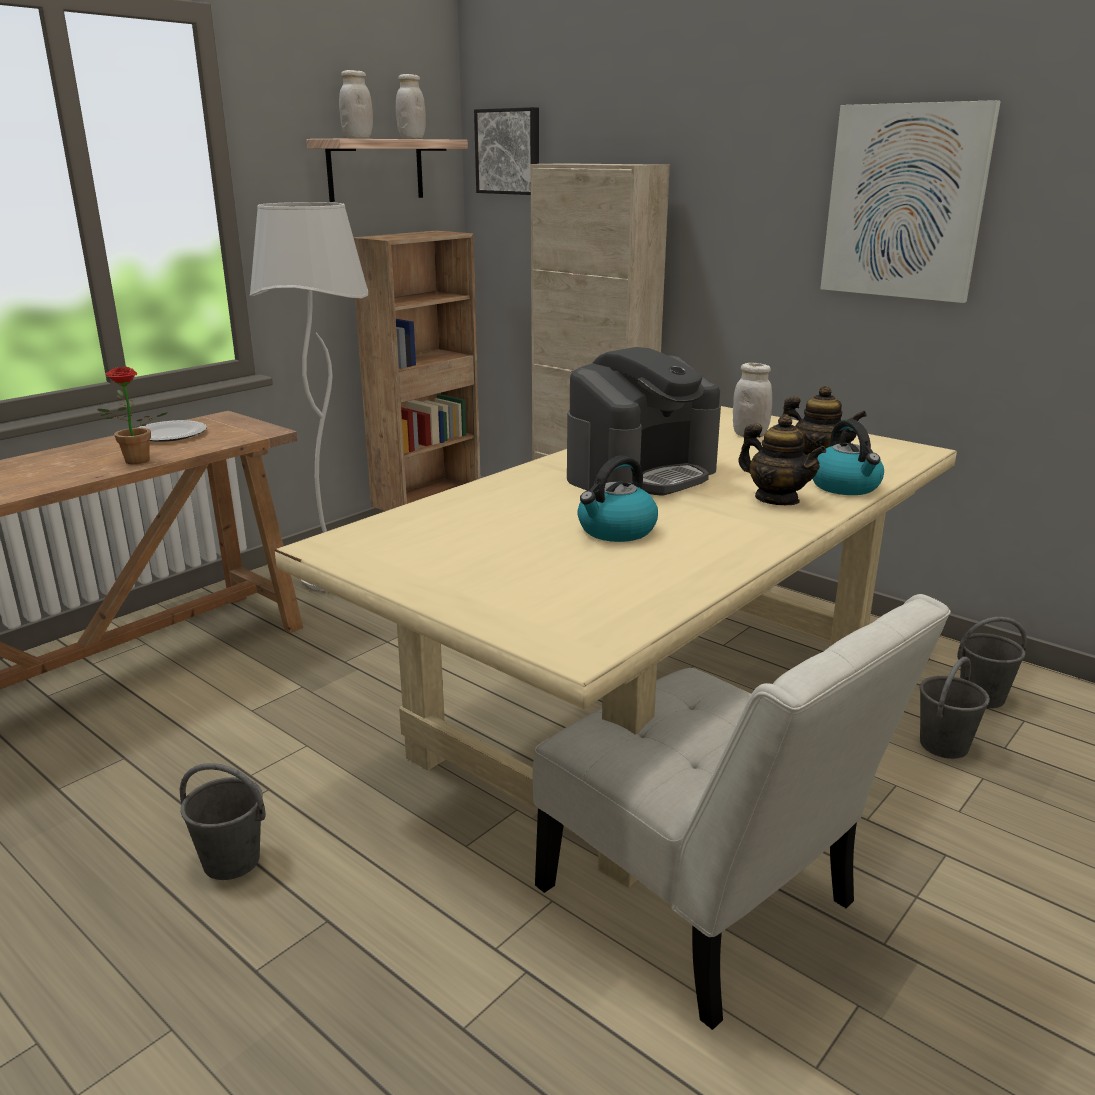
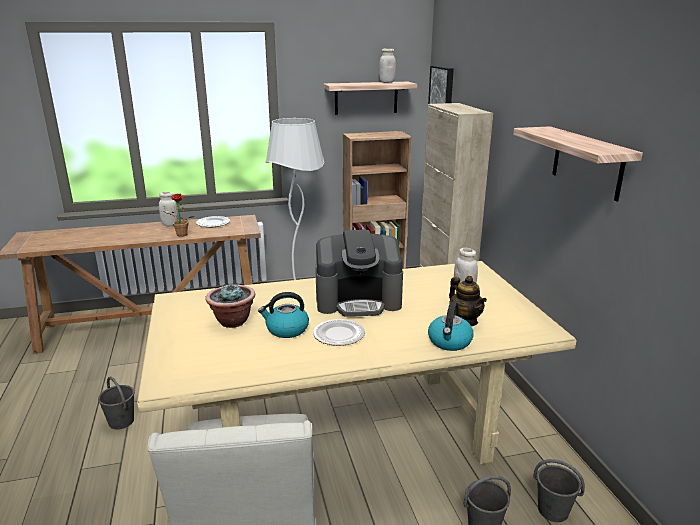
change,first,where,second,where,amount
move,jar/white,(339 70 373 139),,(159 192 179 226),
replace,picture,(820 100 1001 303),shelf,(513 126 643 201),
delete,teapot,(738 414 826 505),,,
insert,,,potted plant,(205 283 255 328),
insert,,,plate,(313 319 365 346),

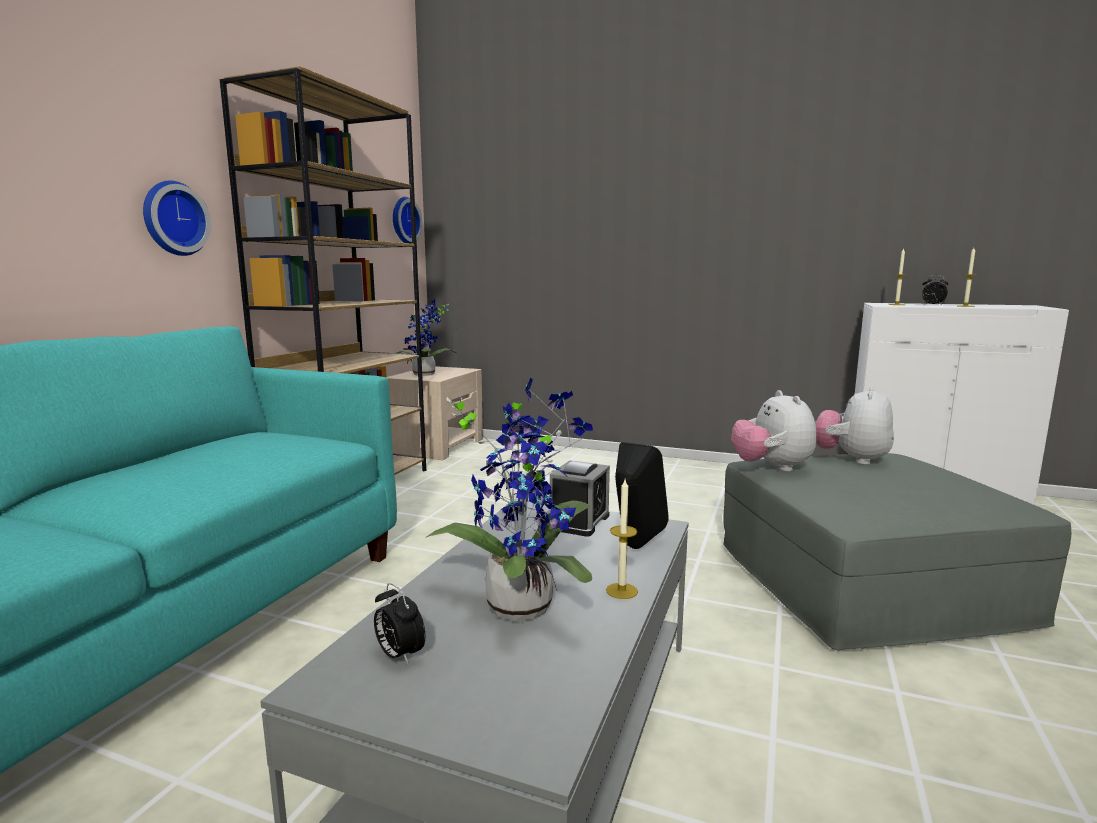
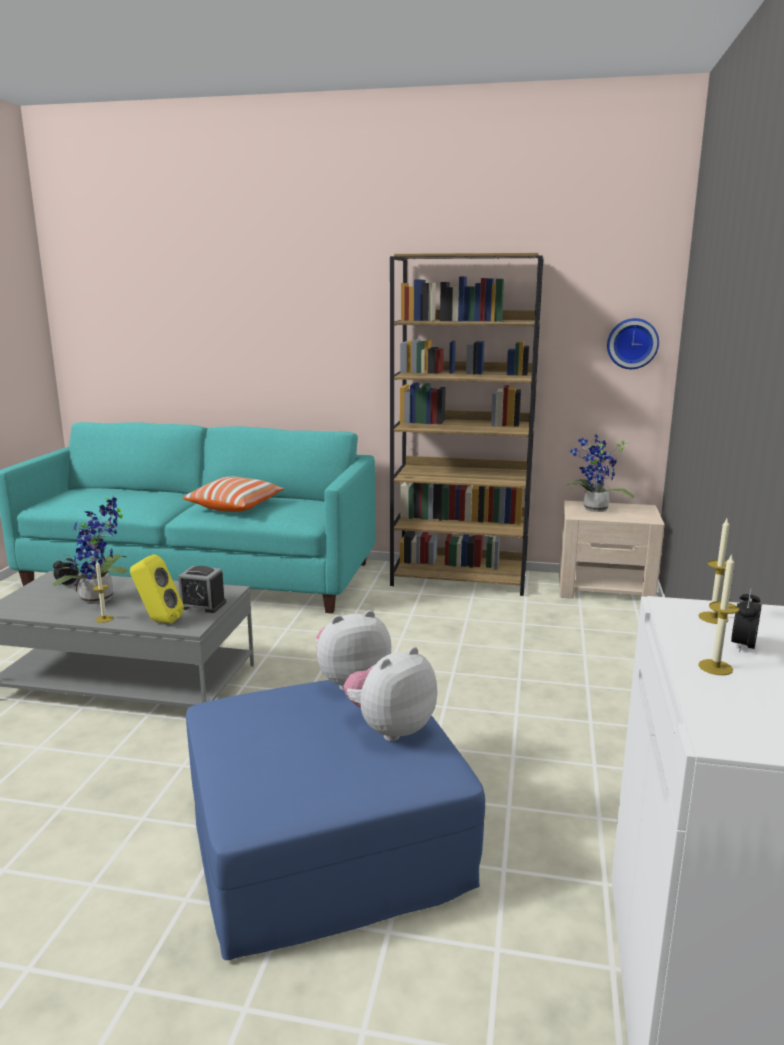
change,first,where,second,where,amount
delete,wall clock,(143 181 211 256),,,
rotate,plush toy,(815 386 894 464),,(344 647 437 742),60 degrees counterclockwise
recolor,speaker/black,(615 442 669 549),speaker/yellow,(130 554 184 624),
recolor,ottoman/grey,(723 453 1071 650),ottoman/blue,(186 680 485 960),
insert,,,pillow,(183 476 284 512),

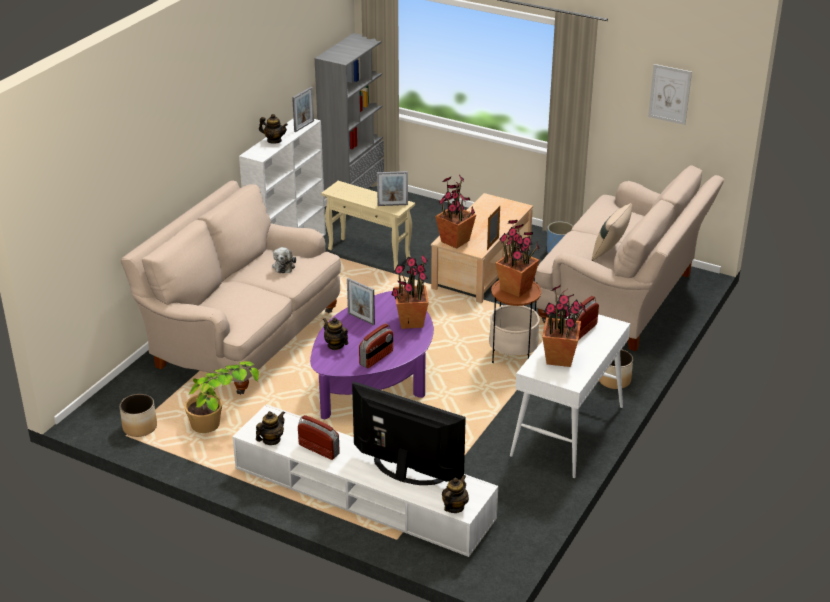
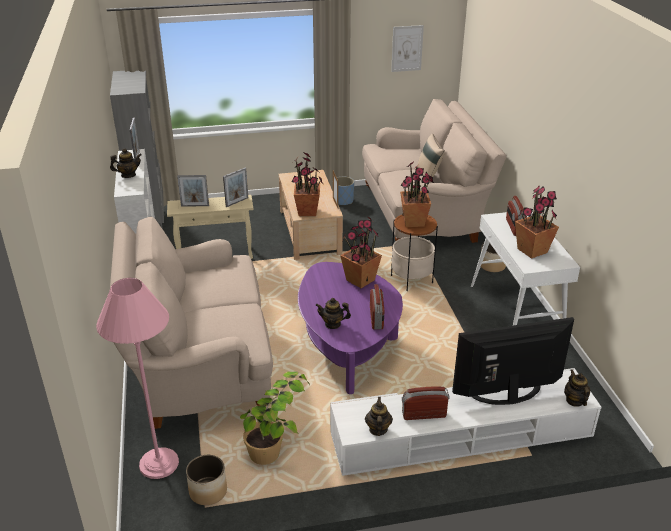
change,first,where,second,where,amount
delete,plush toy,(272 247 296 273),,,
move,picture frame,(347 278 375 325),,(177 175 209 207),
insert,,,floor lamp/pink,(96 278 179 479),

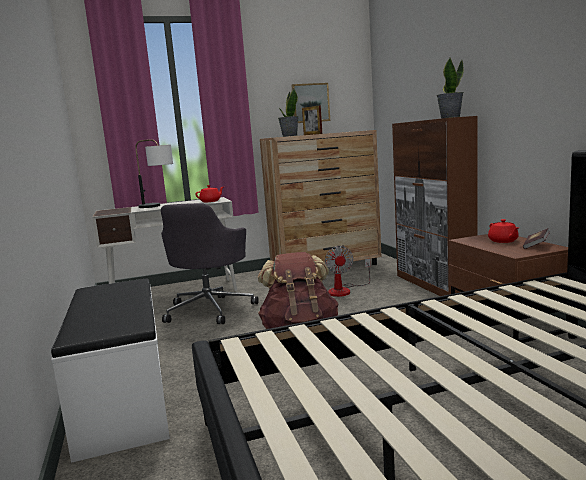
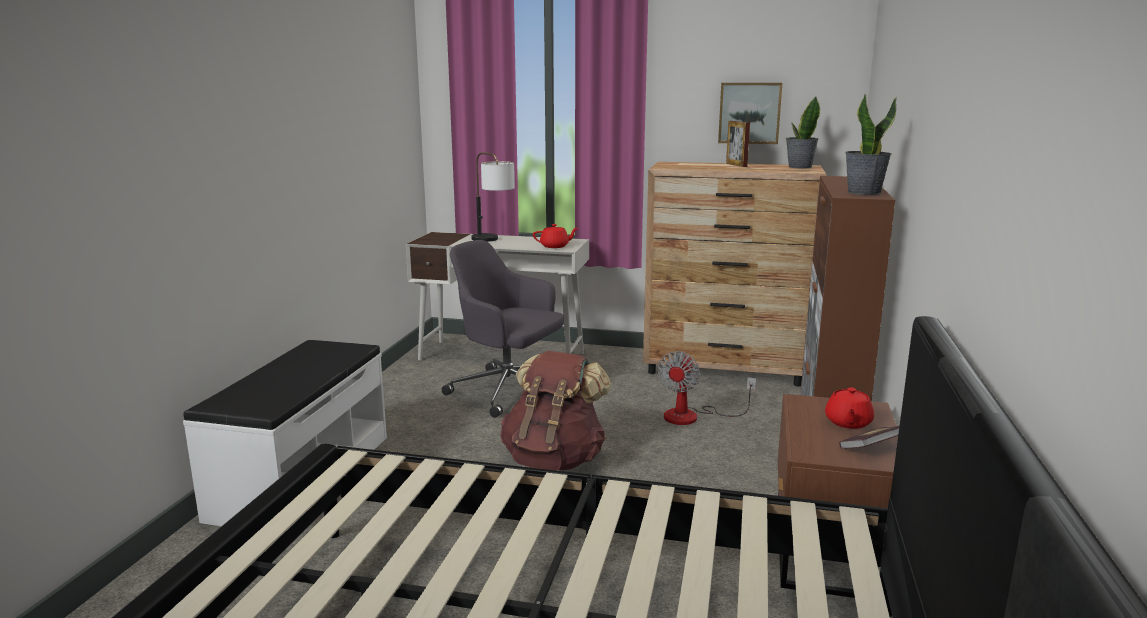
change,first,where,second,where,amount
move,potted plant,(278 89 299 137),,(786 96 820 168),
rotate,office chair/grey,(161 203 259 324),,(442 240 564 418),75 degrees clockwise

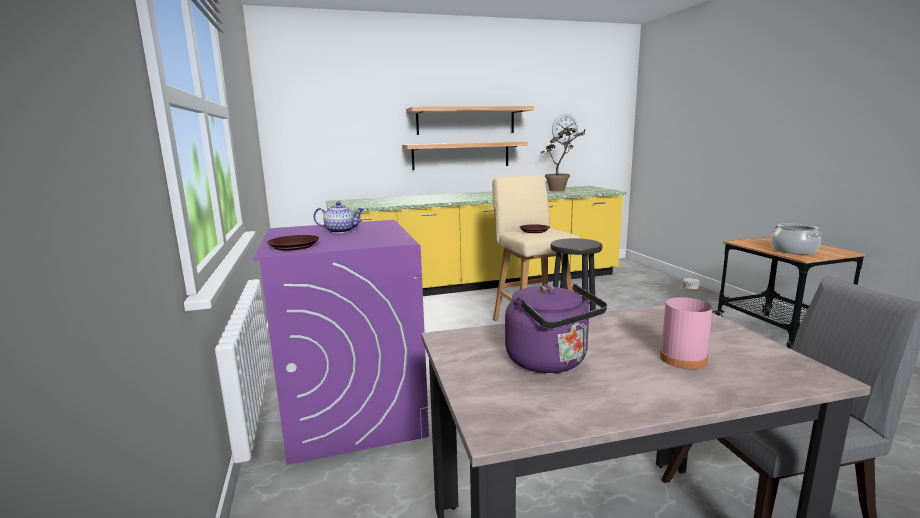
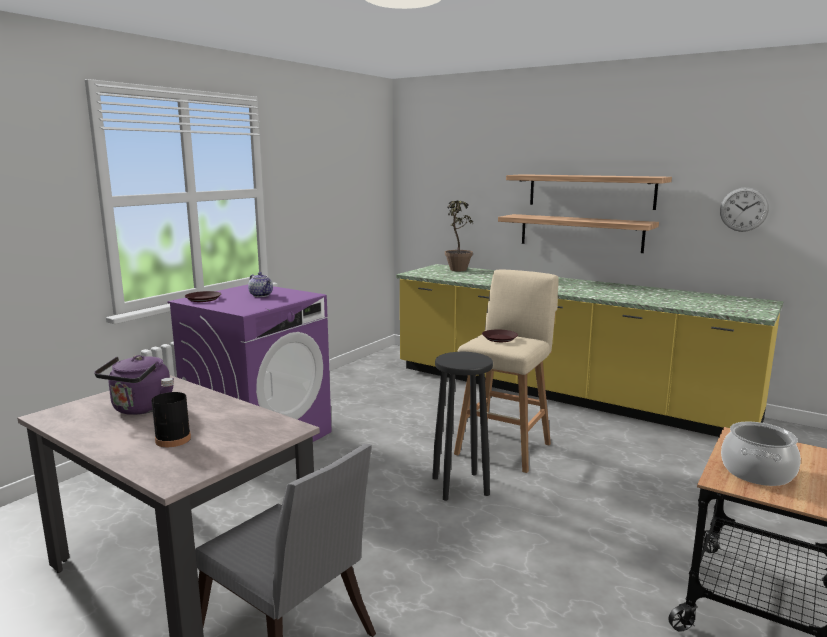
change,first,where,second,where,amount
move,potted plant,(541 128 586 191),,(445 201 474 271),
recolor,bottle/pink,(660 278 713 369),bottle/black,(151 378 191 447),

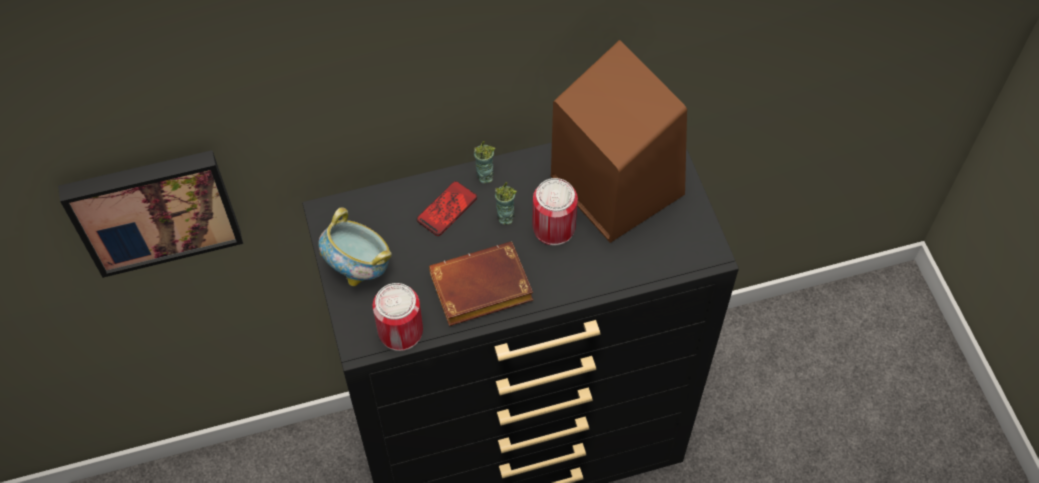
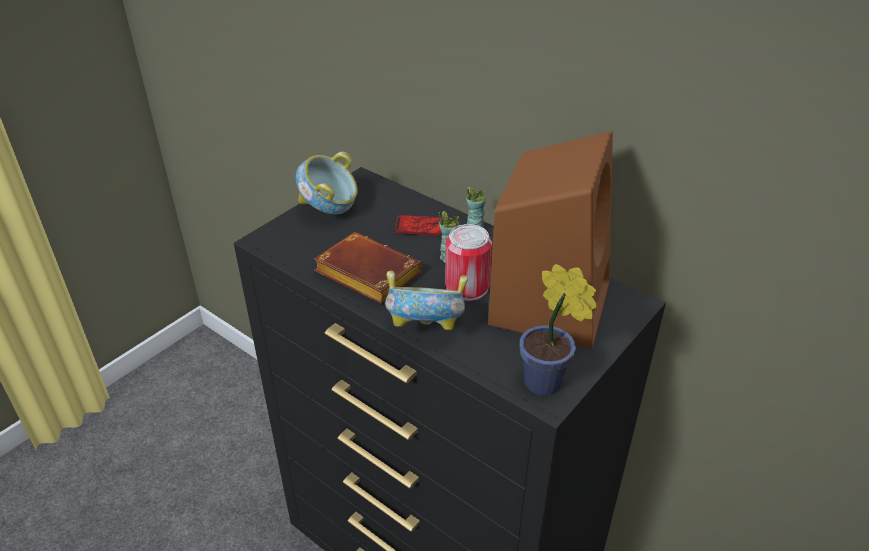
change,first,where,second,where,amount
delete,picture,(58 150 243 278),,,
delete,can,(373 283 423 351),,,
insert,,,potted plant,(520 264 597 396),
insert,,,bowl,(385 270 468 330),

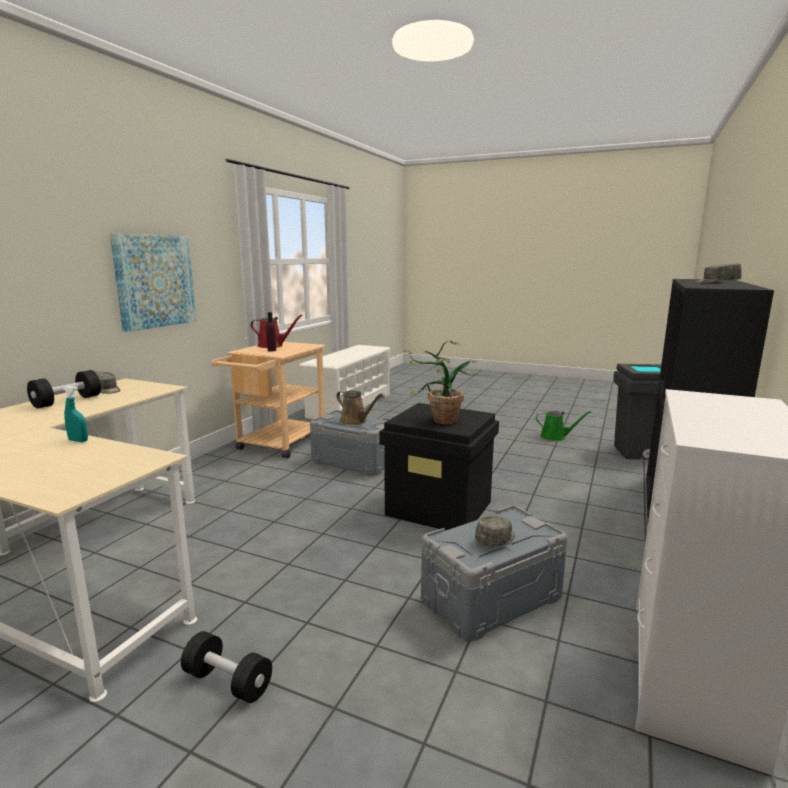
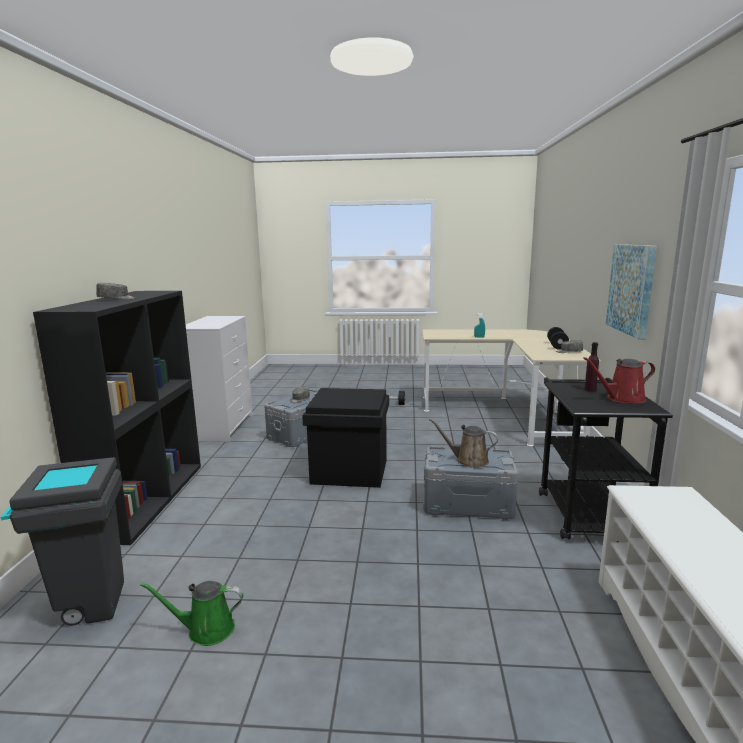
change,first,where,second,where,amount
delete,potted plant,(403 341 480 424),,,
recolor,cart/beige,(211 342 326 458),cart/black,(539 377 673 540),

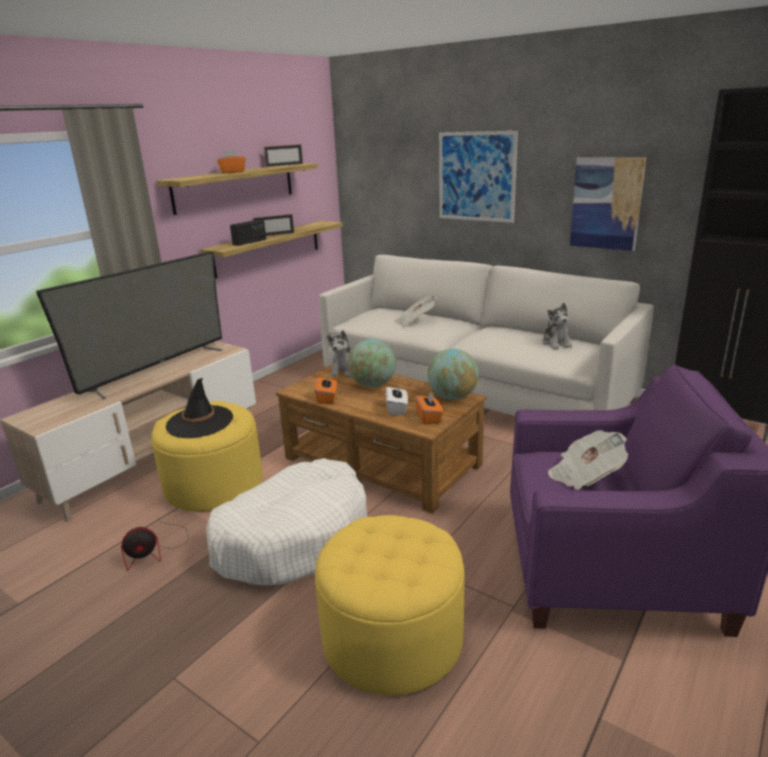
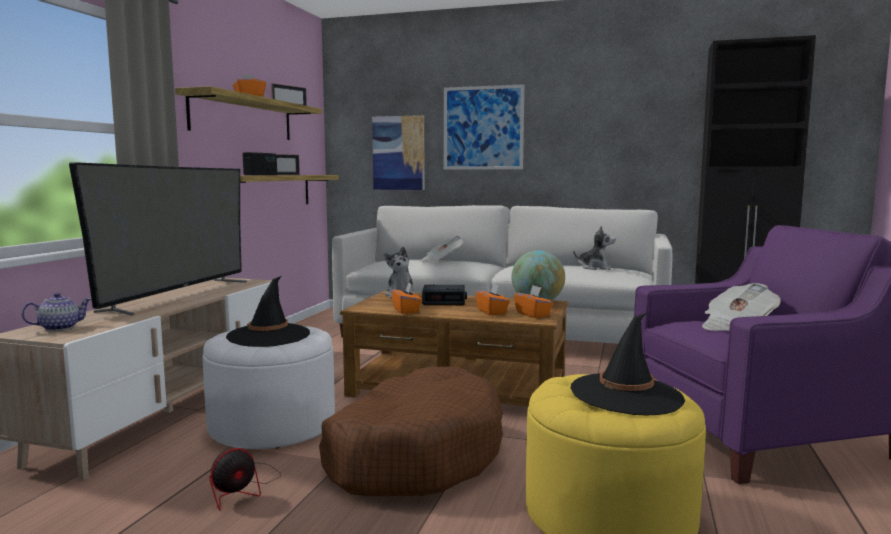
change,first,where,second,where,amount
move,picture,(570 157 646 251),,(372 115 425 190),
rotate,plush toy,(542 303 572 349),,(573 226 616 270),45 degrees counterclockwise
replace,globe,(348 339 396 387),alarm clock,(422 284 467 305),
recolor,tissue box/white,(385 384 408 415),tissue box/orange,(475 283 510 315),
recolor,ottoman/yellow,(151 401 263 512),ottoman/white,(203 326 335 449),
recolor,dog bed/white,(206 458 367 586),dog bed/brown,(319 367 503 496),
insert,,,teapot,(21 293 91 331),
insert,,,hat/black,(571 313 685 415),

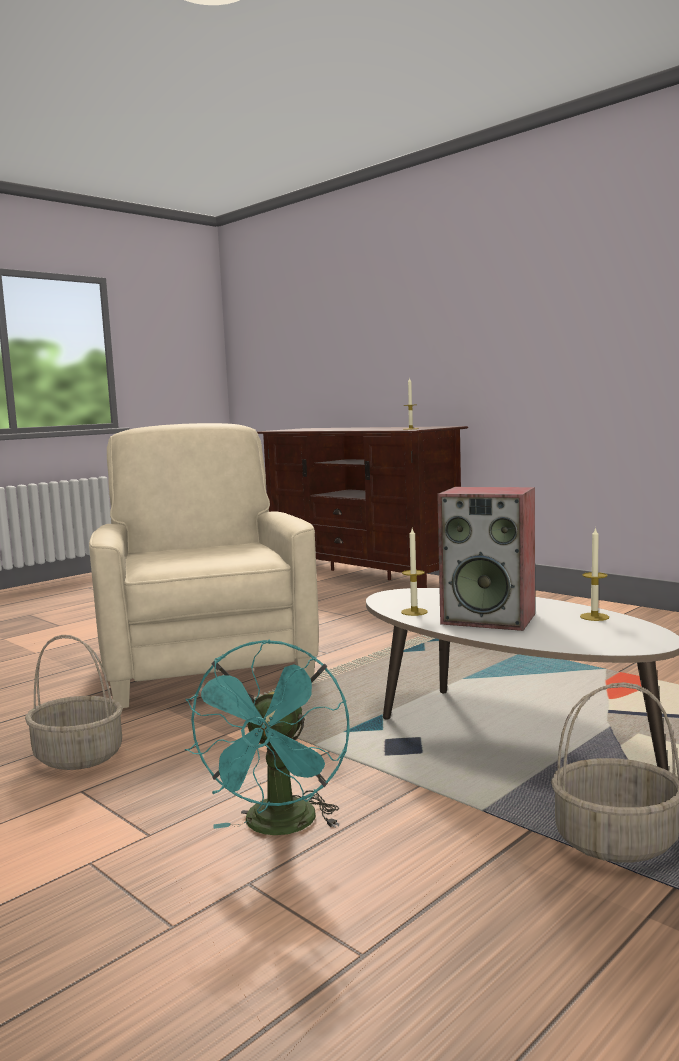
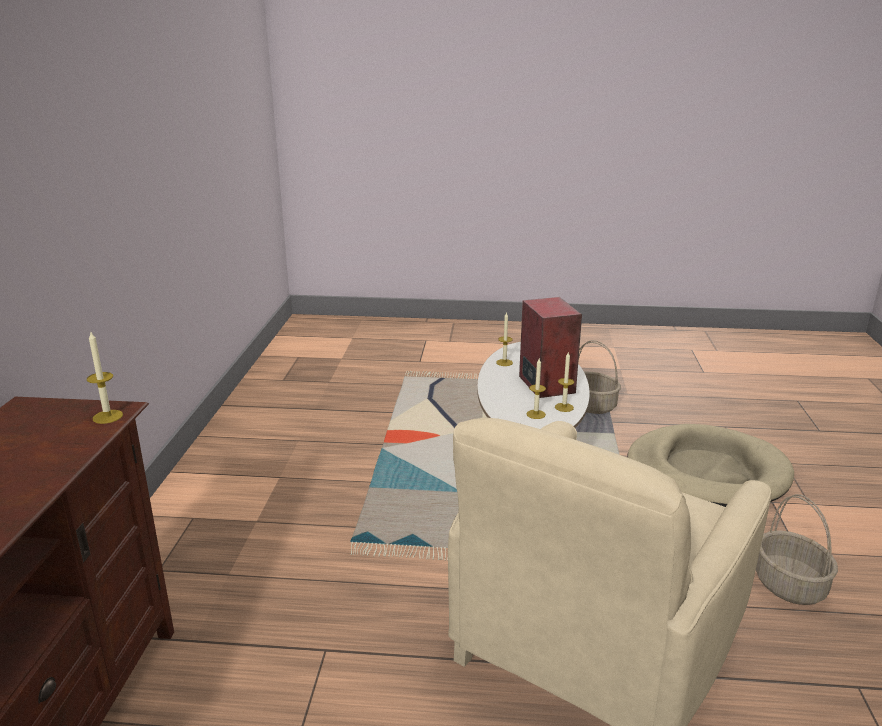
change,first,where,second,where,amount
replace,fan/turquoise,(185 639 350 835),dog bed/beige,(627 424 794 507),
insert,,,candle,(527 358 546 419),

